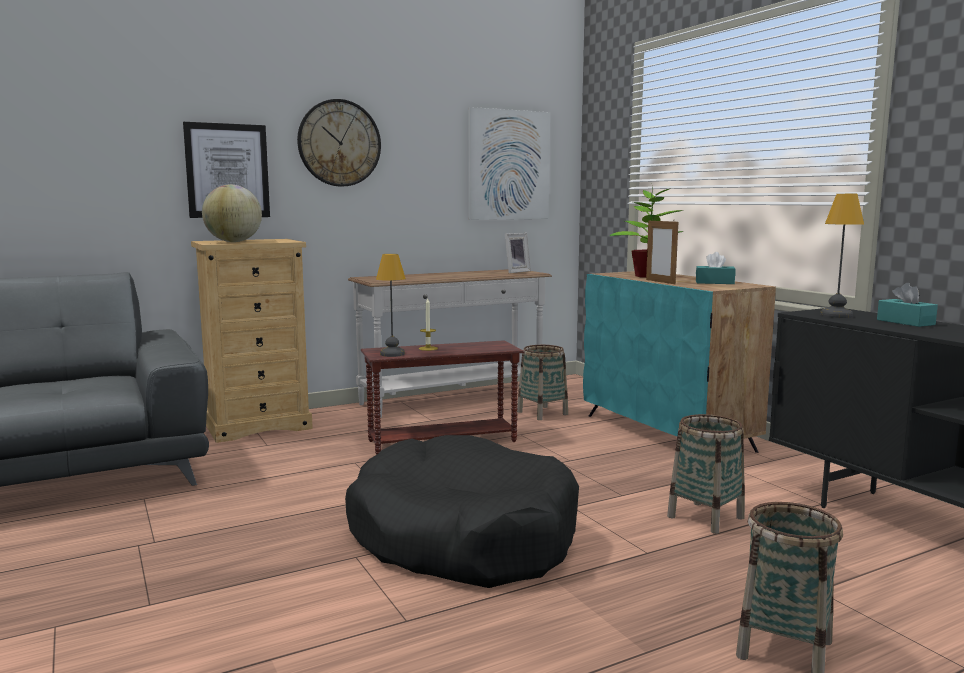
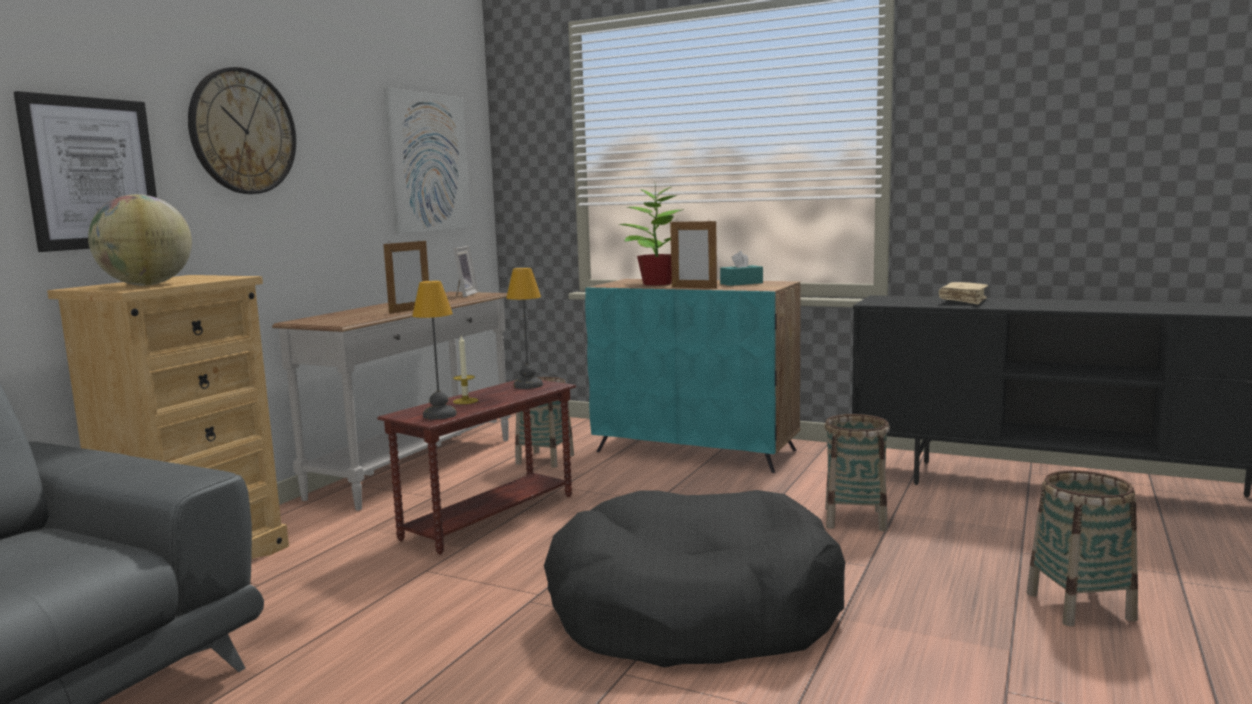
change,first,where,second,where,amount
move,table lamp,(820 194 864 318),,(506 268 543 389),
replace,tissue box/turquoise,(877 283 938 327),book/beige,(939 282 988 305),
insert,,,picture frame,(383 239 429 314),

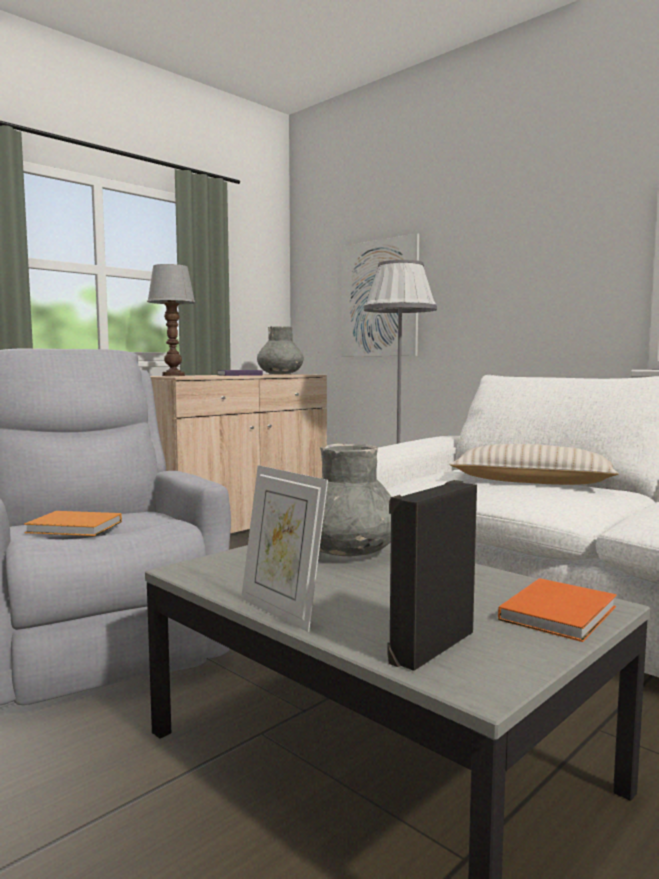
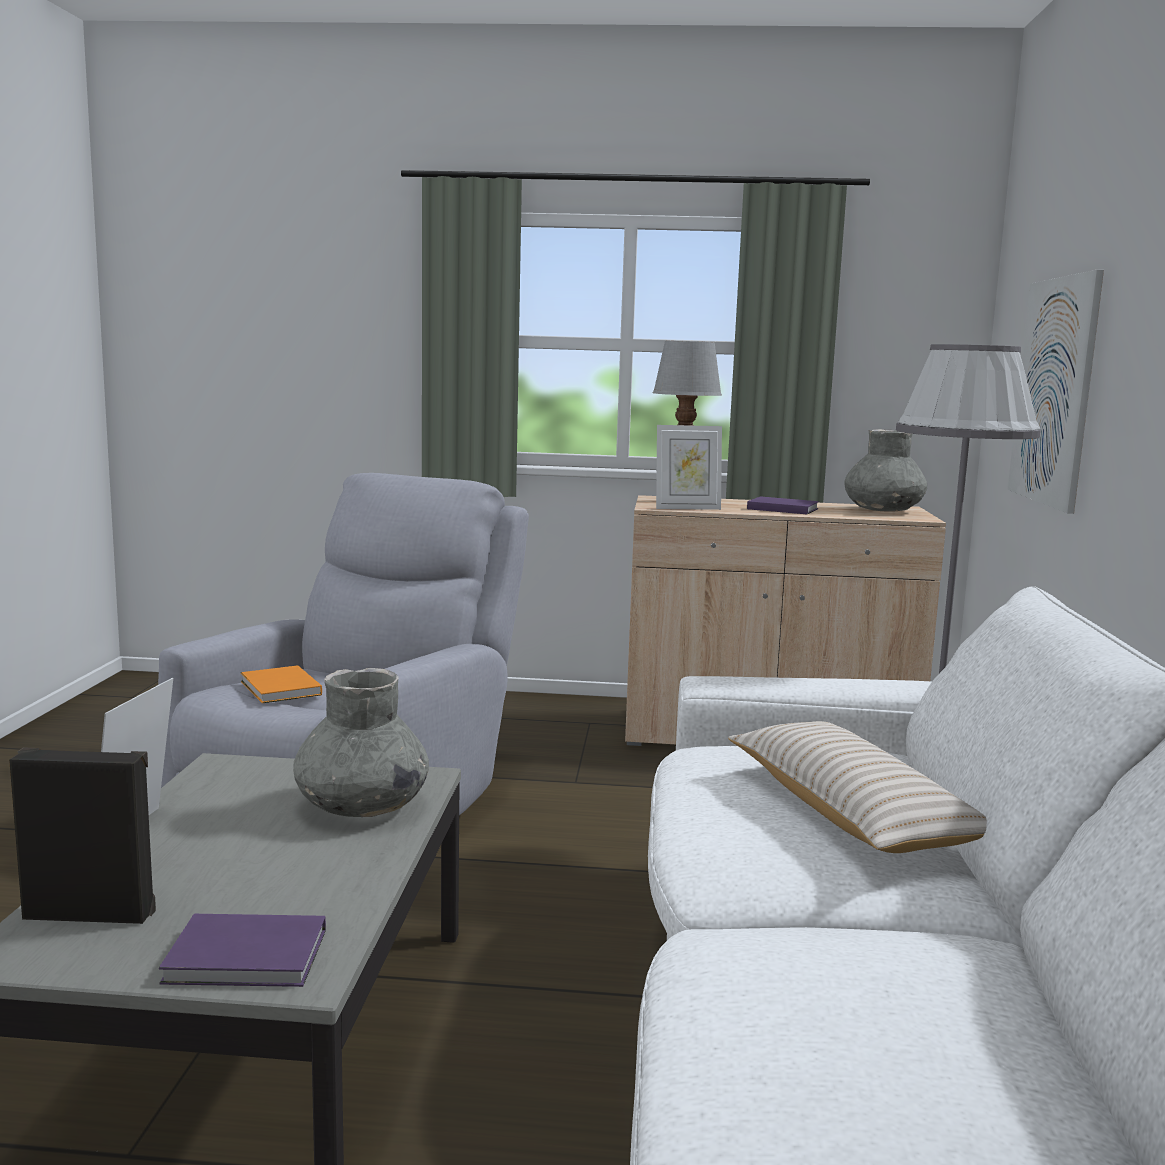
change,first,where,second,where,amount
recolor,book/orange,(498 578 616 642),book/purple,(159 914 326 987),
insert,,,picture frame,(656 425 722 510),

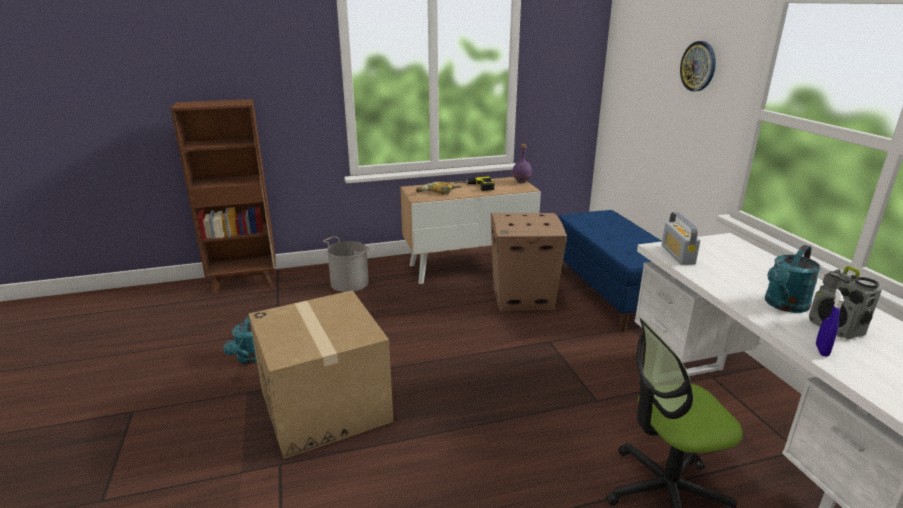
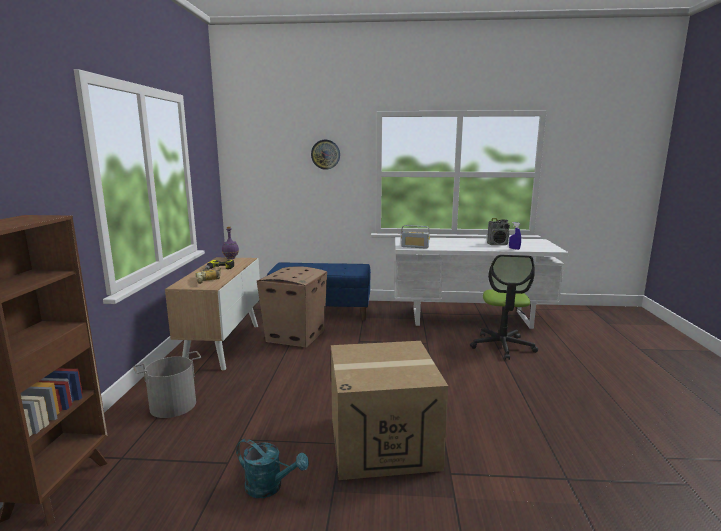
change,first,where,second,where,amount
delete,watering can/turquoise,(765 245 821 313),,,

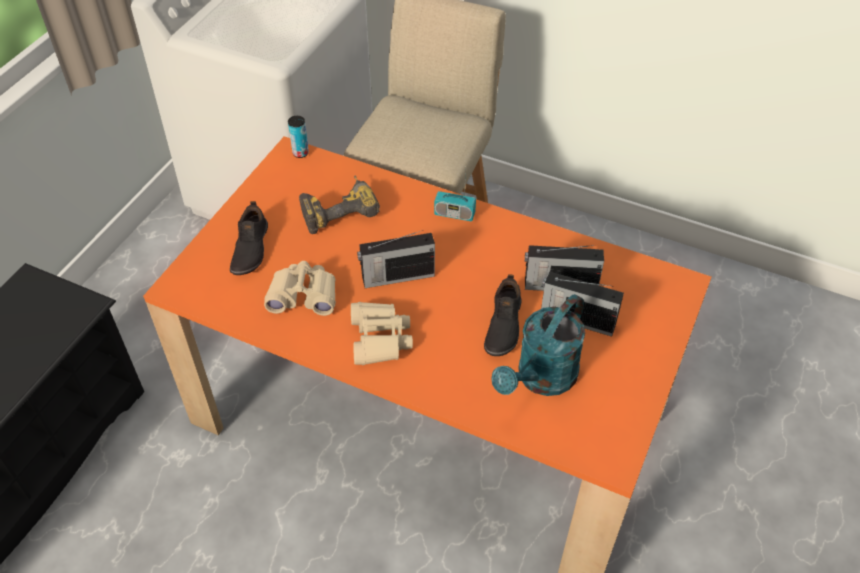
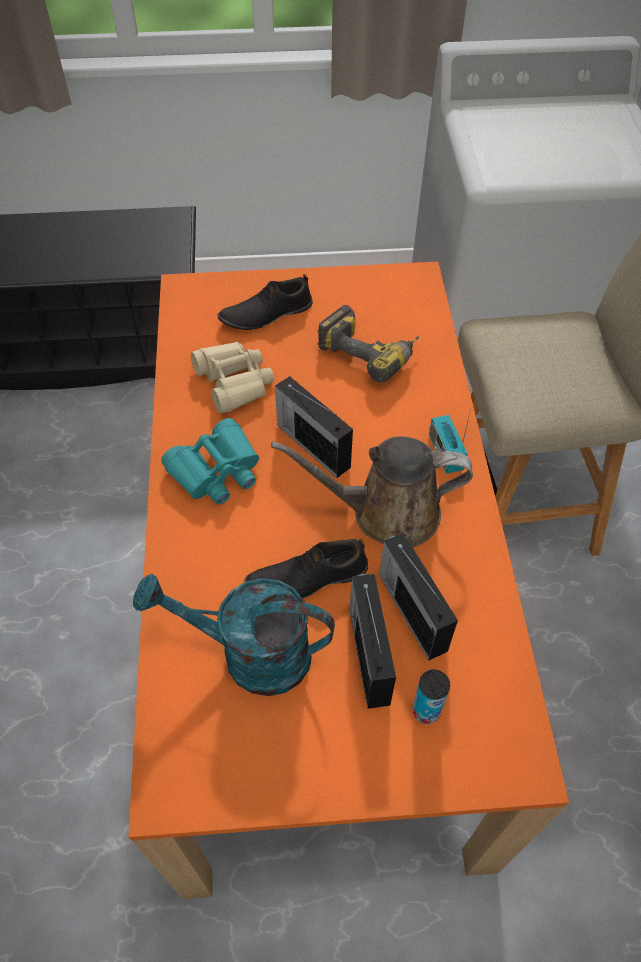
change,first,where,second,where,amount
move,can,(288 116 309 158),,(412 669 450 724),
recolor,binoculars/beige,(351 302 413 365),binoculars/turquoise,(161 418 259 505),
insert,,,watering can/brown,(271 436 473 547),

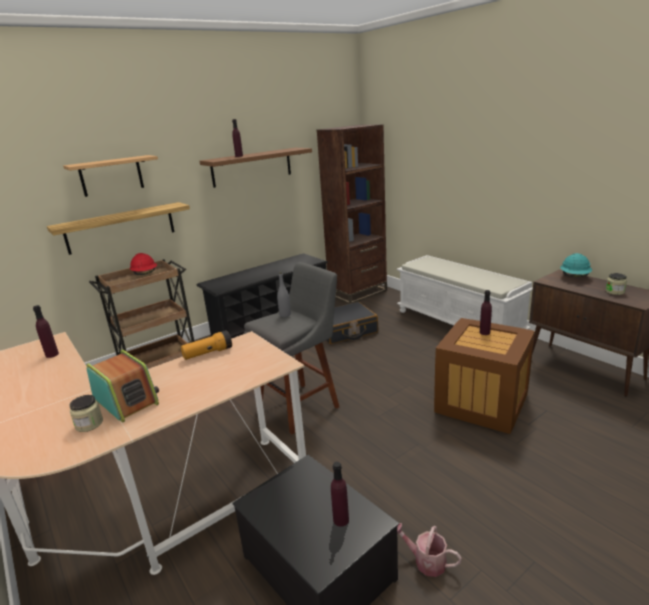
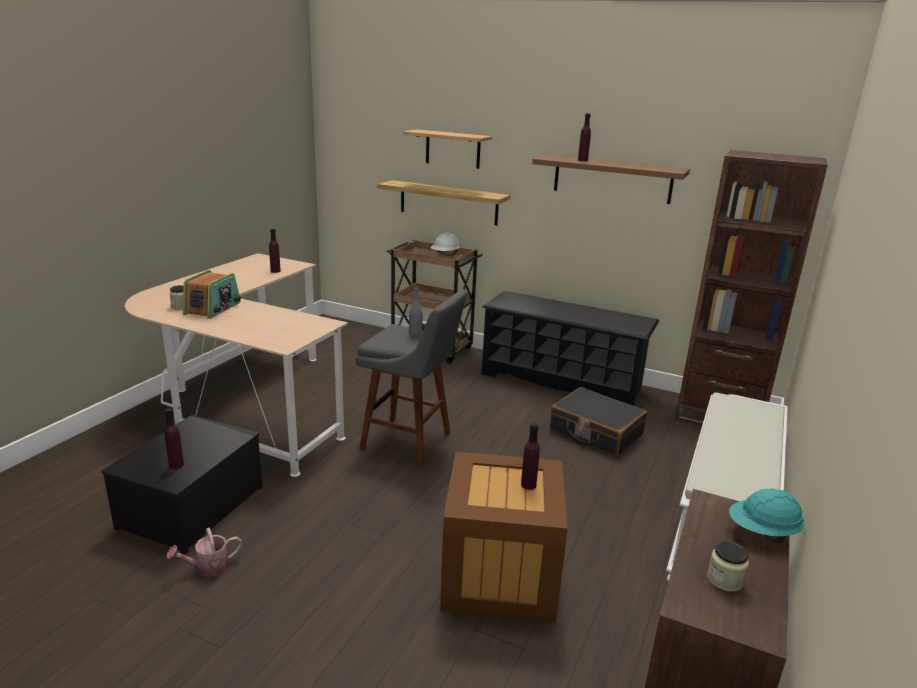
change,first,where,second,where,amount
recolor,hard hat/red,(130 253 157 275),hard hat/white,(431 233 460 256),
delete,flashlight,(181 330 232 360),,,
rotate,watering can,(397 523 462 577),,(167 528 242 577),120 degrees counterclockwise

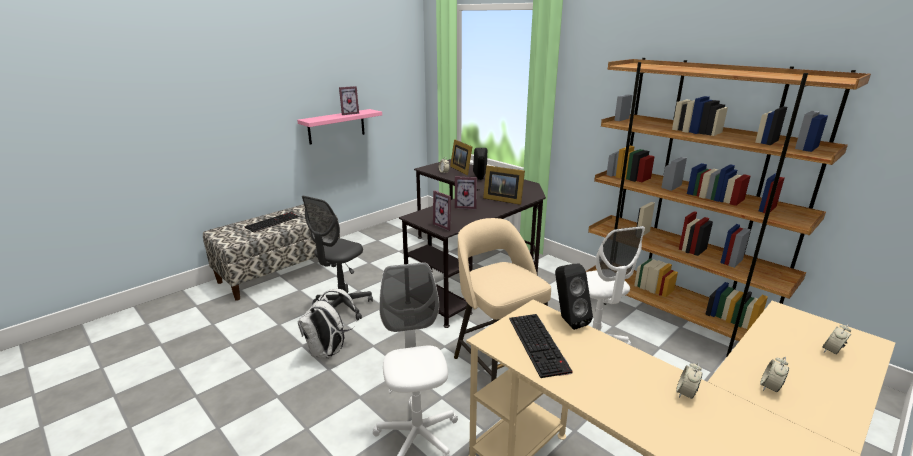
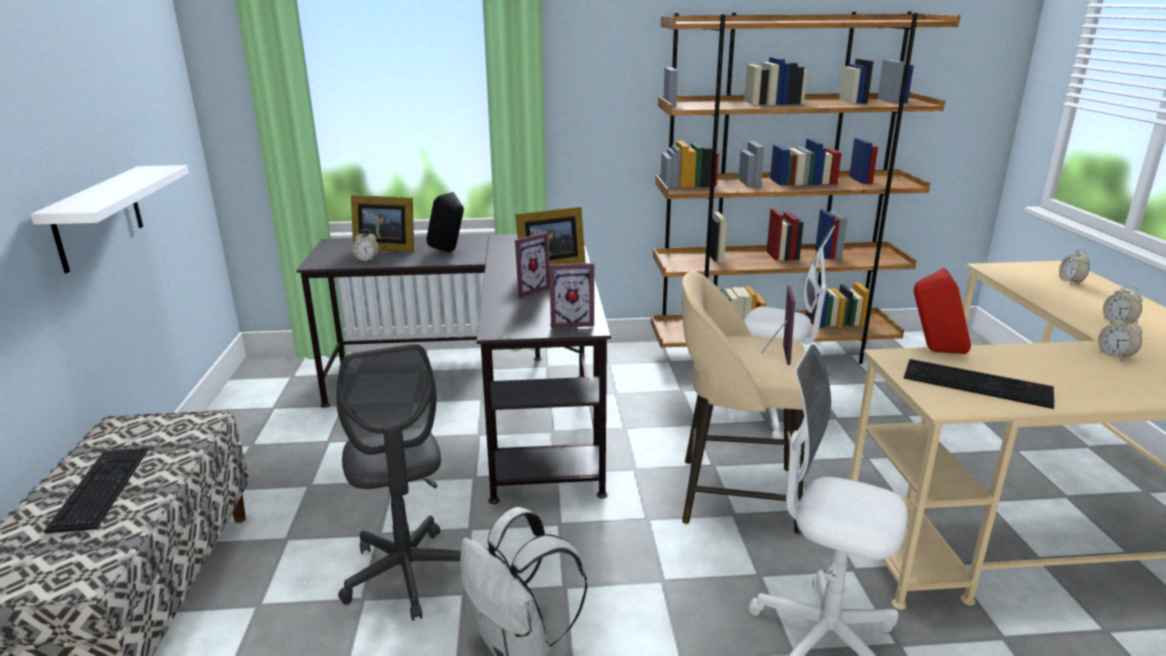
change,first,where,second,where,amount
move,picture frame,(339 86 359 115),,(762 285 795 365),
recolor,shelf/pink,(297 109 382 145),shelf/white,(31 165 189 273),
recolor,speaker/black,(555 263 593 330),speaker/red,(914 268 971 354),

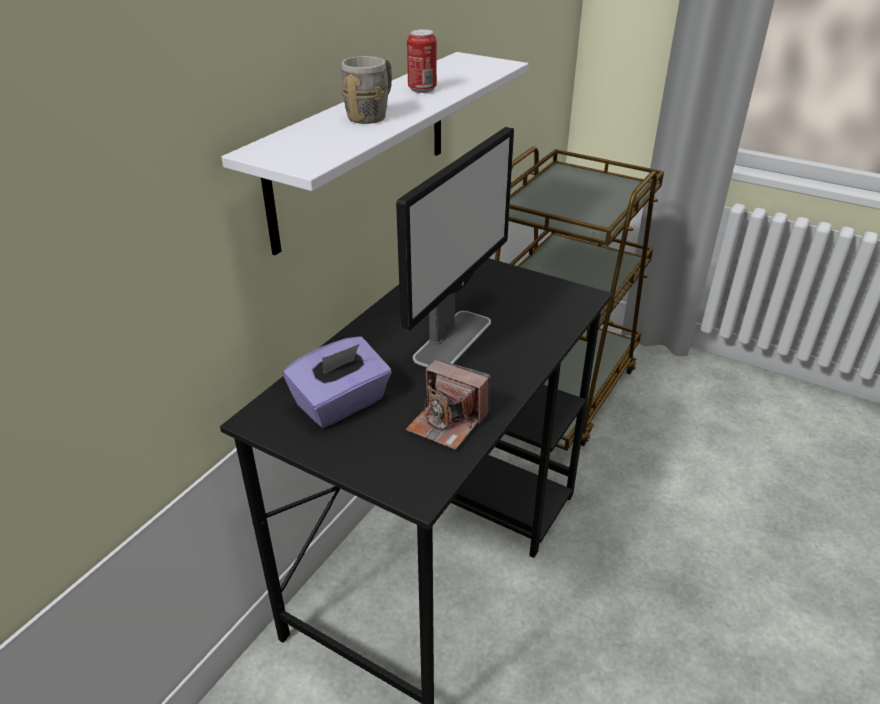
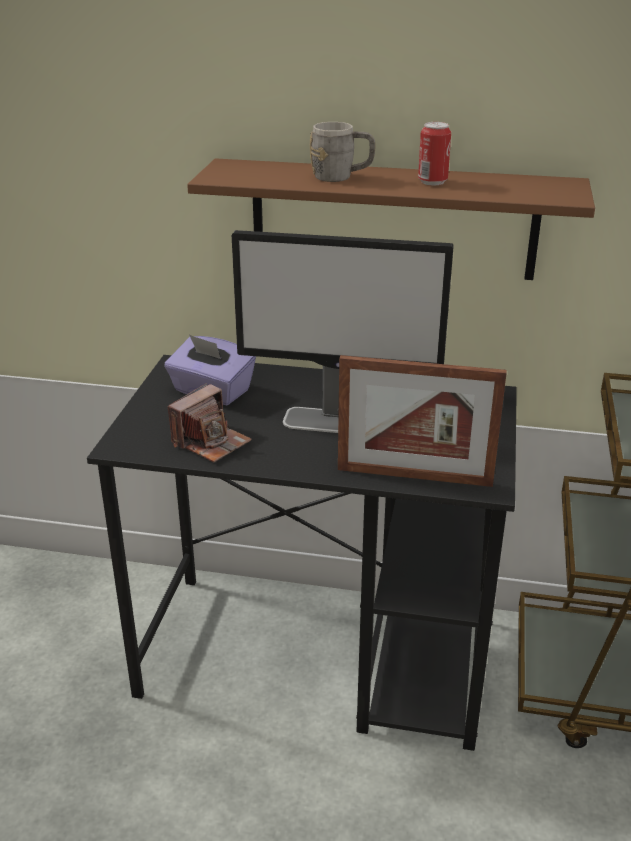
change,first,where,second,where,amount
recolor,shelf/white,(221 52 529 255),shelf/brown,(187 158 595 280),
rotate,photo camera,(406 359 490 450),,(168 383 251 462),150 degrees counterclockwise
insert,,,picture frame,(338 355 507 487),

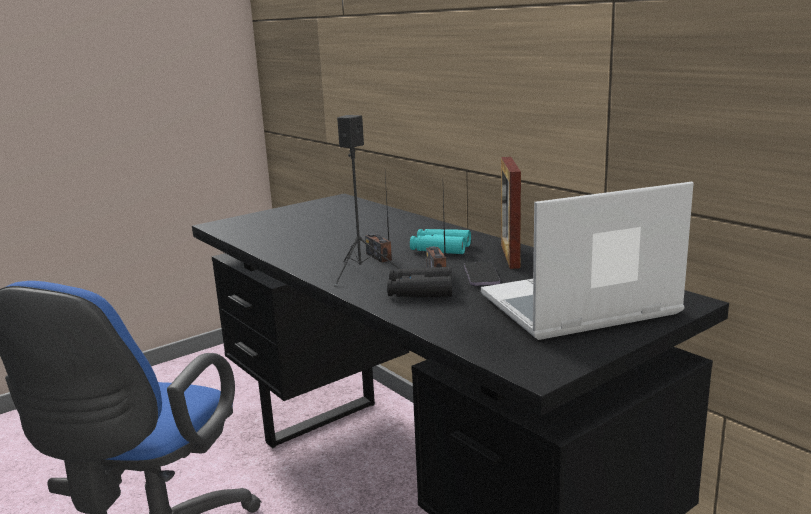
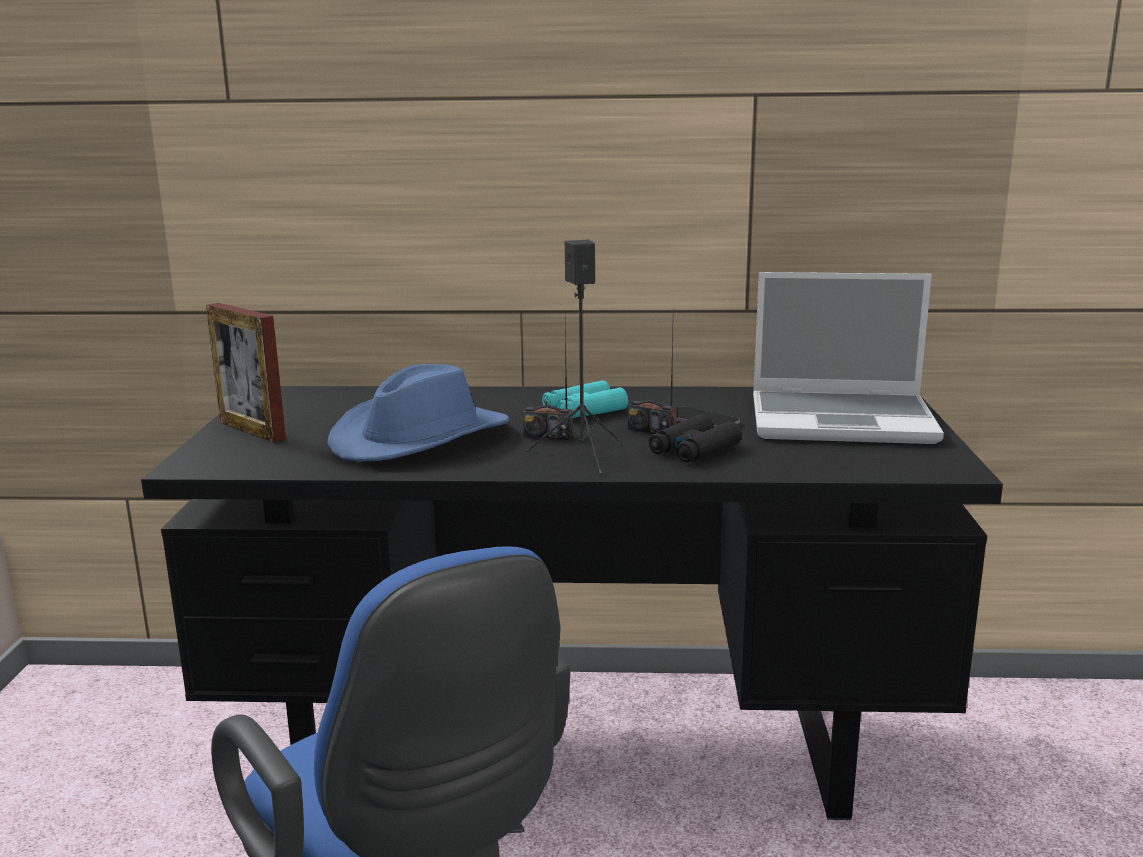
change,first,where,second,where,amount
move,picture frame,(501 157 521 269),,(206 303 286 443),
rotate,laptop,(481 182 694 340),,(753 272 944 444),105 degrees counterclockwise
insert,,,hat/blue,(327 364 510 462),

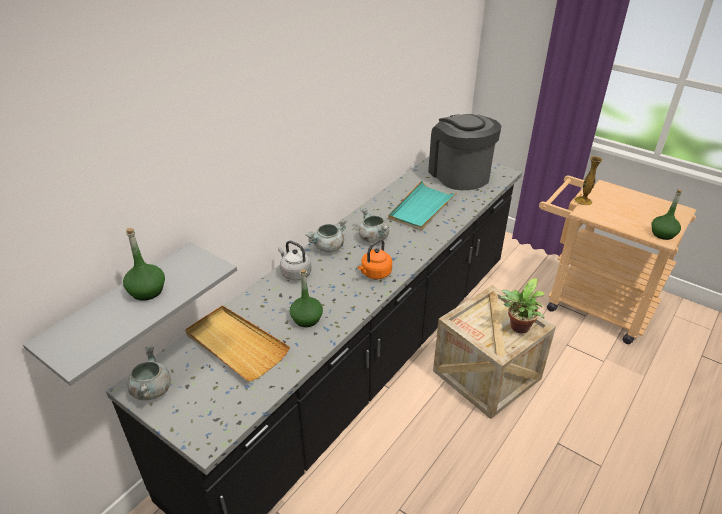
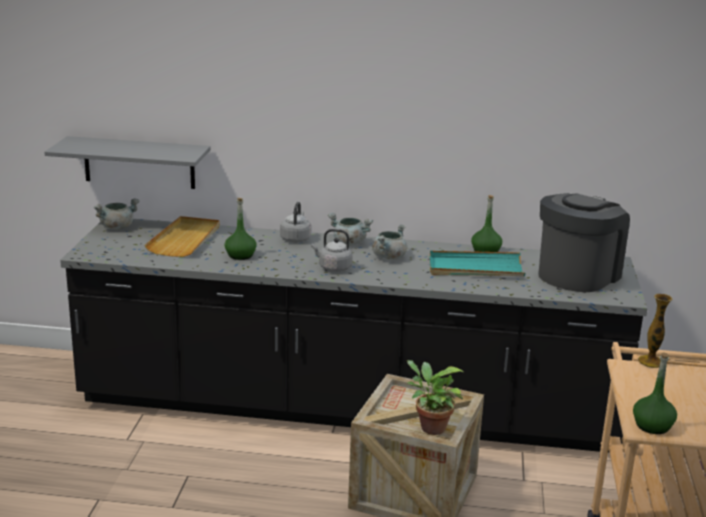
change,first,where,second,where,amount
move,bottle/green,(123 228 165 301),,(471 195 502 252),
recolor,kettle/orange,(358 239 392 279),kettle/grey,(311 229 353 272),

